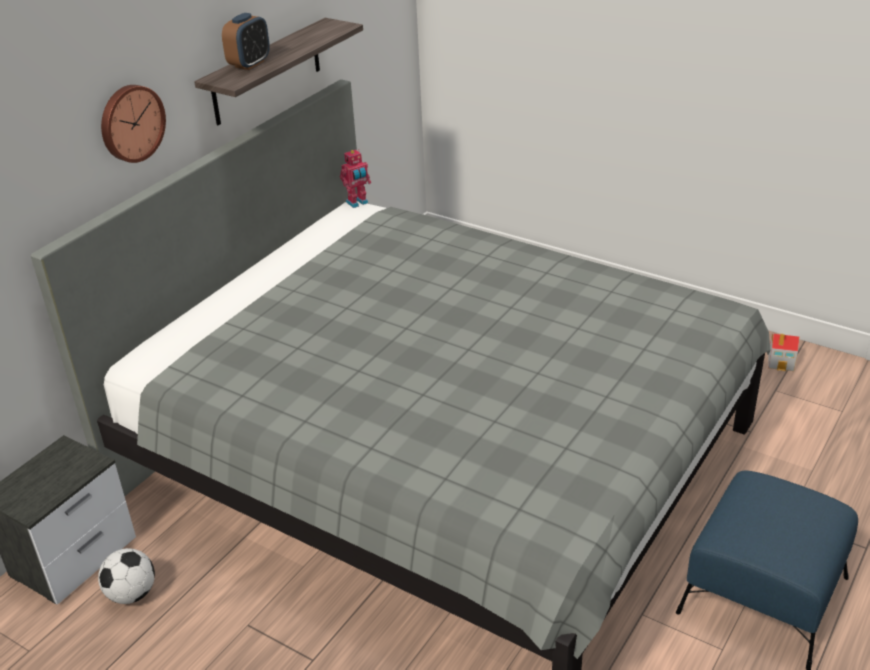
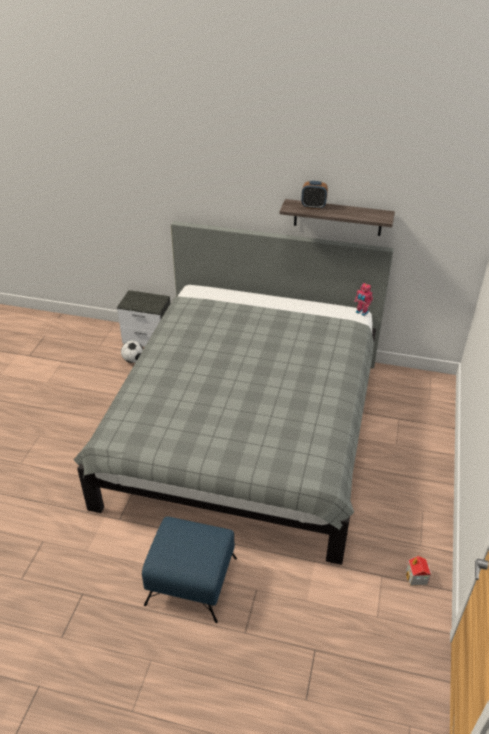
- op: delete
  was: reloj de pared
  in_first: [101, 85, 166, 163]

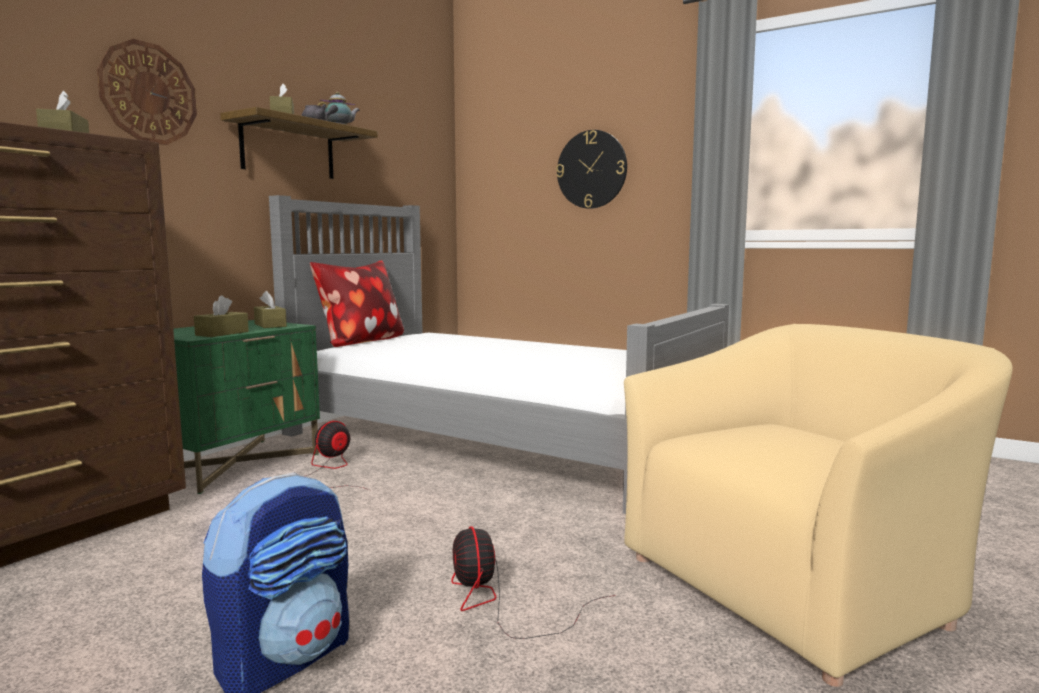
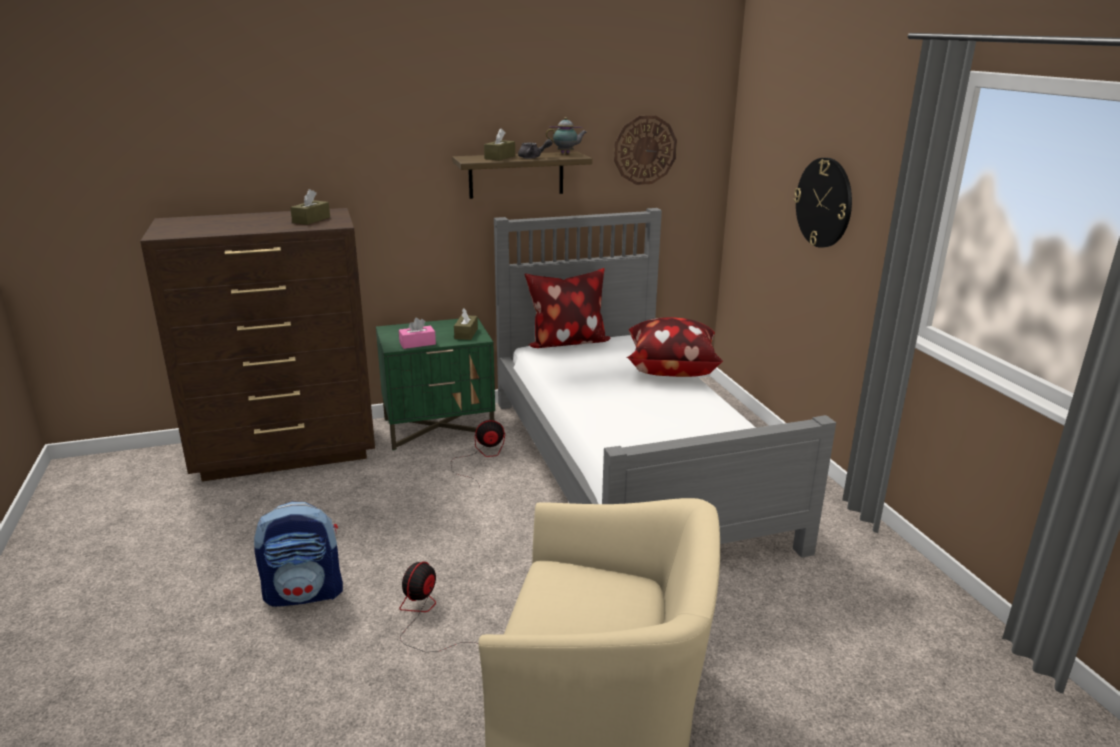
- op: insert
  now: cojín
  in_second: [626, 317, 723, 377]
- op: move
  was: reloj de pared
  in_first: [97, 39, 197, 145]
  in_second: [614, 115, 677, 185]
- op: recolor
  was: caja de pañuelos (marrón)
  now: caja de pañuelos (rosa)
  in_first: [194, 295, 249, 337]
  in_second: [399, 318, 436, 349]

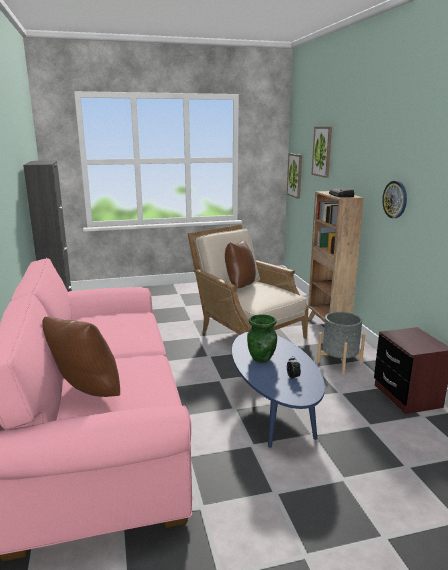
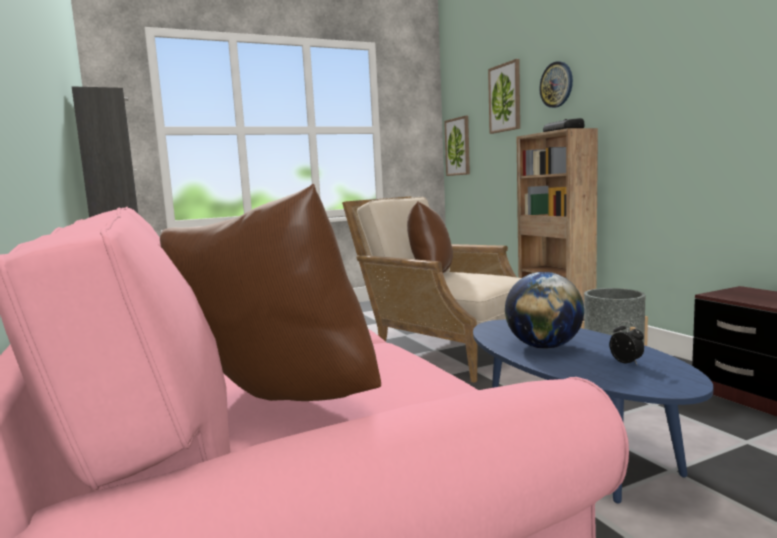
- op: move
  was: reloj de pared
  in_first: [382, 181, 407, 218]
  in_second: [539, 62, 573, 108]
- op: replace
  was: florero (verde)
  now: globo terráqueo
  in_first: [247, 314, 277, 363]
  in_second: [505, 272, 584, 349]

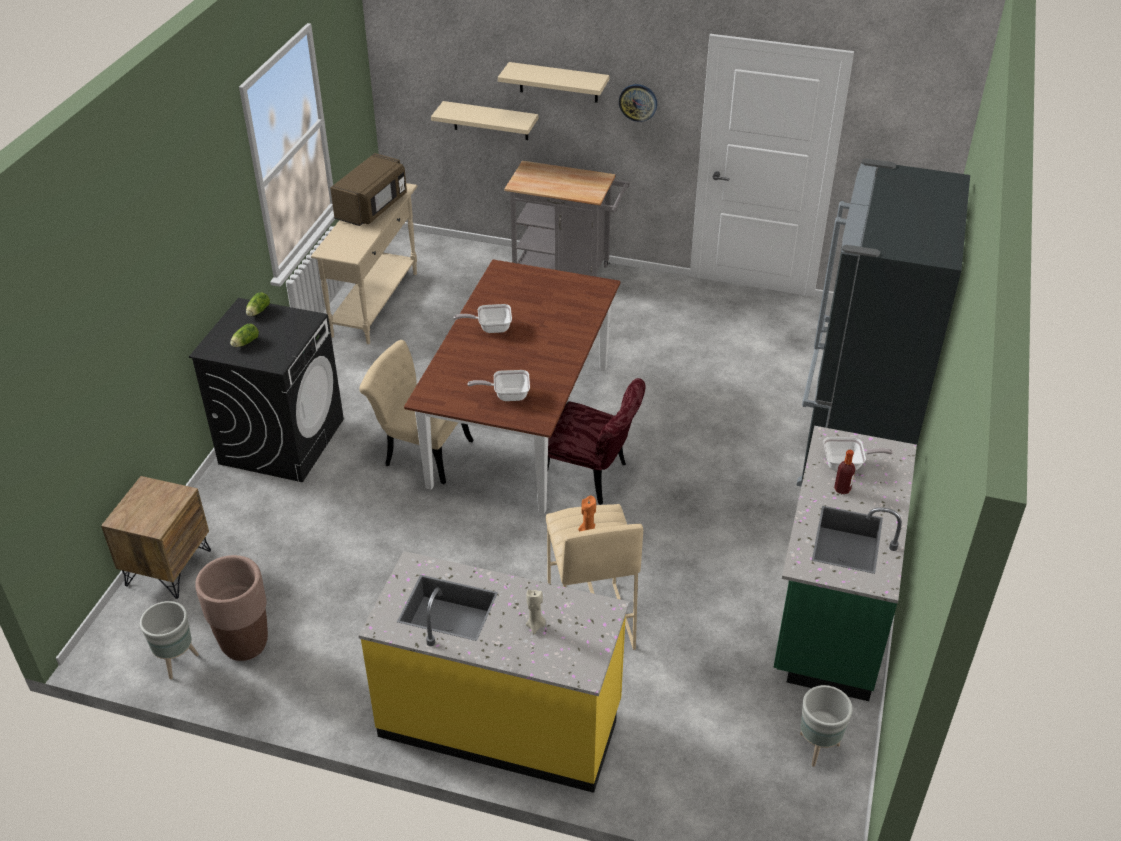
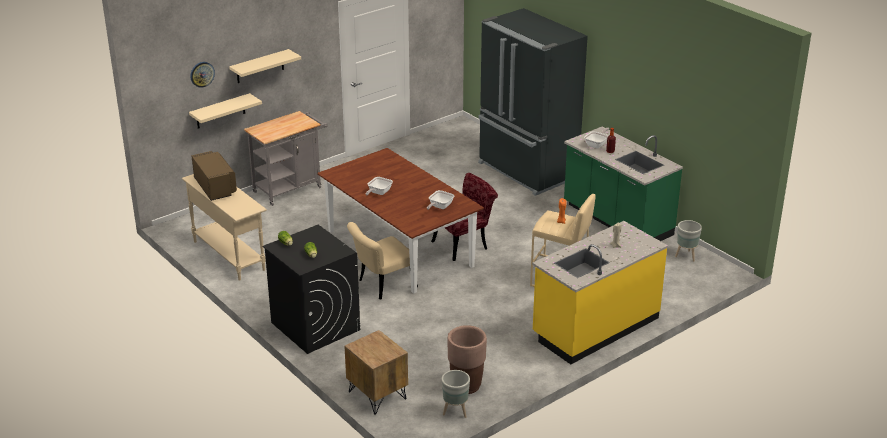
- op: move
  was: reloj de pared
  in_first: [619, 84, 657, 122]
  in_second: [190, 62, 215, 88]

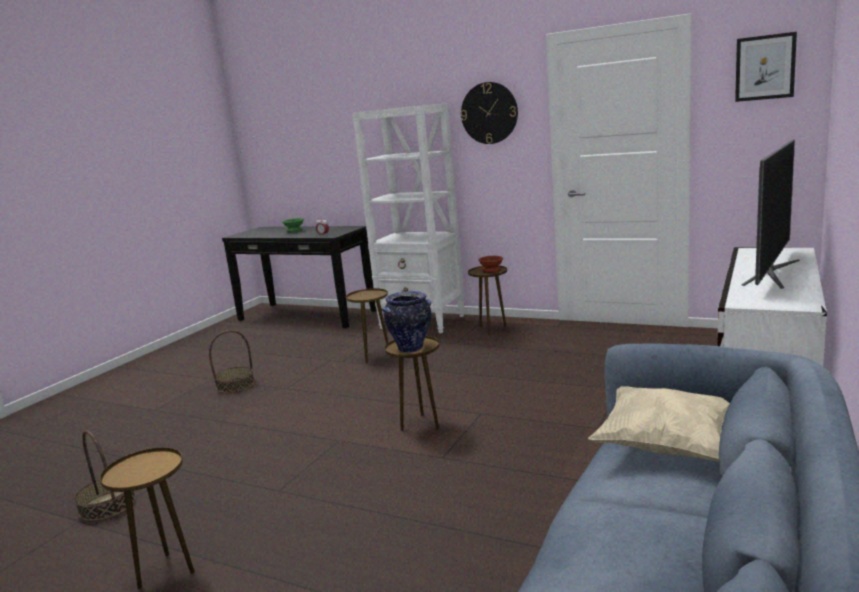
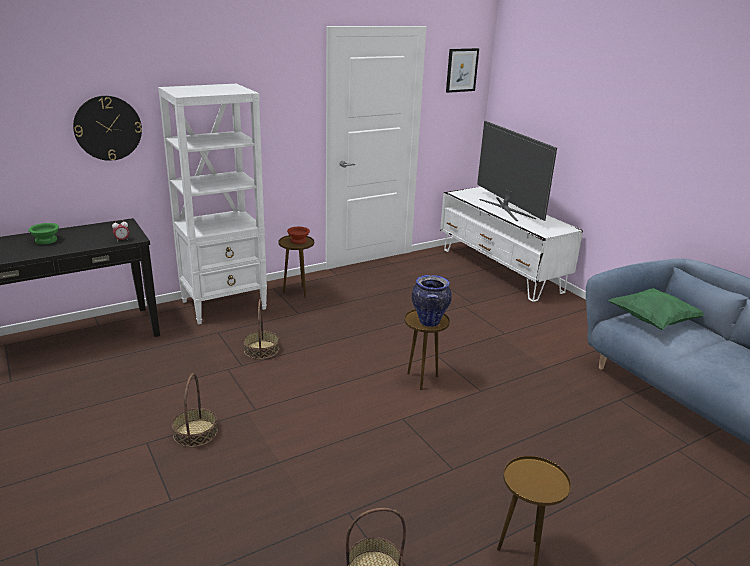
- op: move
  was: reloj de pared
  in_first: [461, 82, 518, 144]
  in_second: [73, 96, 142, 161]
- op: replace
  was: mesa auxiliar (marrón)
  now: cesta
  in_first: [346, 288, 390, 363]
  in_second: [243, 299, 279, 359]
- op: recolor
  was: cojín (beis)
  now: cojín (verde)
  in_first: [588, 386, 730, 462]
  in_second: [609, 288, 704, 330]

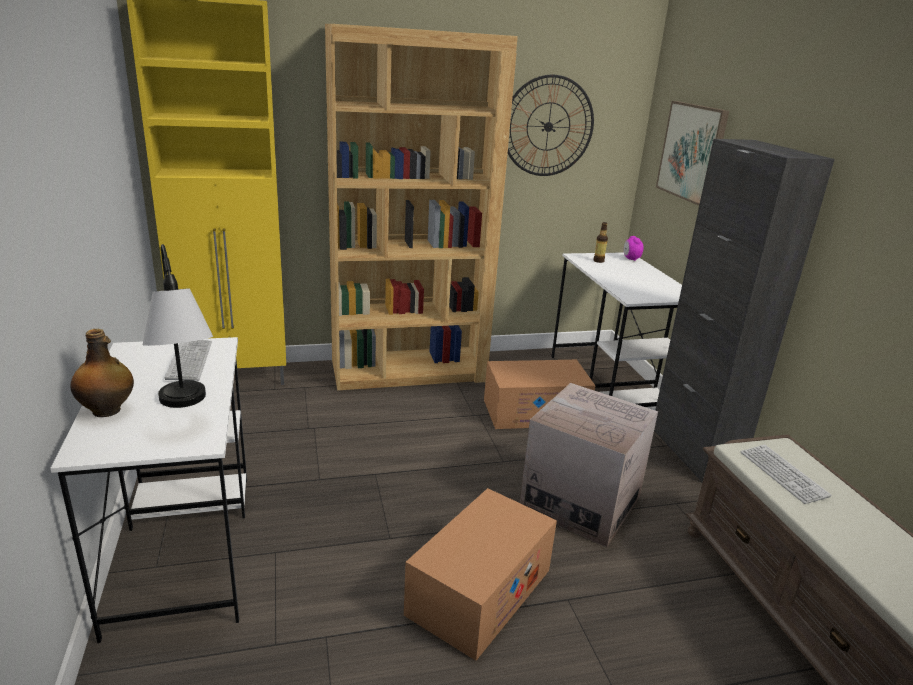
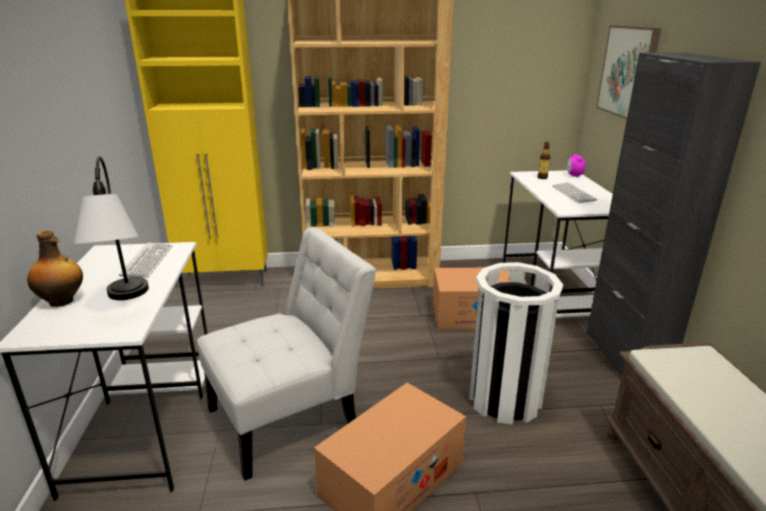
- op: delete
  was: reloj de pared
  in_first: [508, 75, 594, 176]
- op: insert
  now: silla (blanco)
  in_second: [197, 228, 376, 480]
- op: move
  was: teclado
  in_first: [741, 444, 831, 504]
  in_second: [552, 182, 597, 203]
- op: replace
  was: caja de cartón
  now: papelera (blanco)
  in_first: [520, 383, 658, 547]
  in_second: [469, 262, 563, 425]

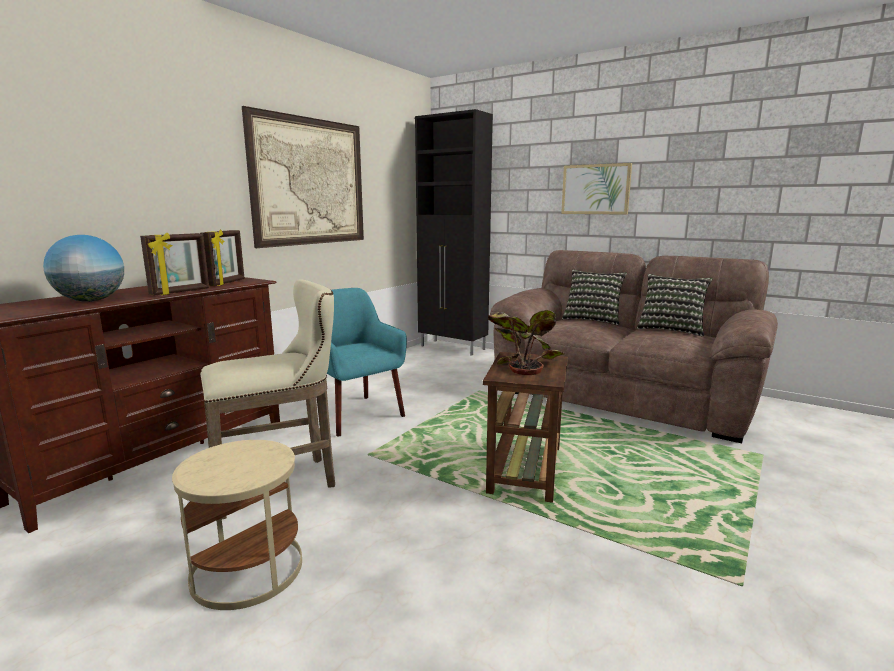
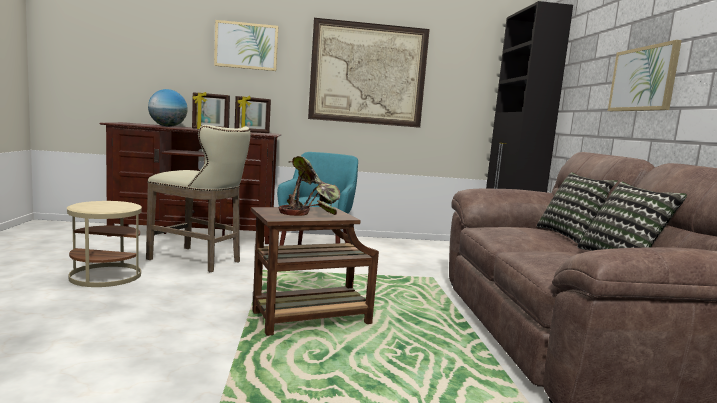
- op: insert
  now: cuadro
  in_second: [214, 20, 278, 71]

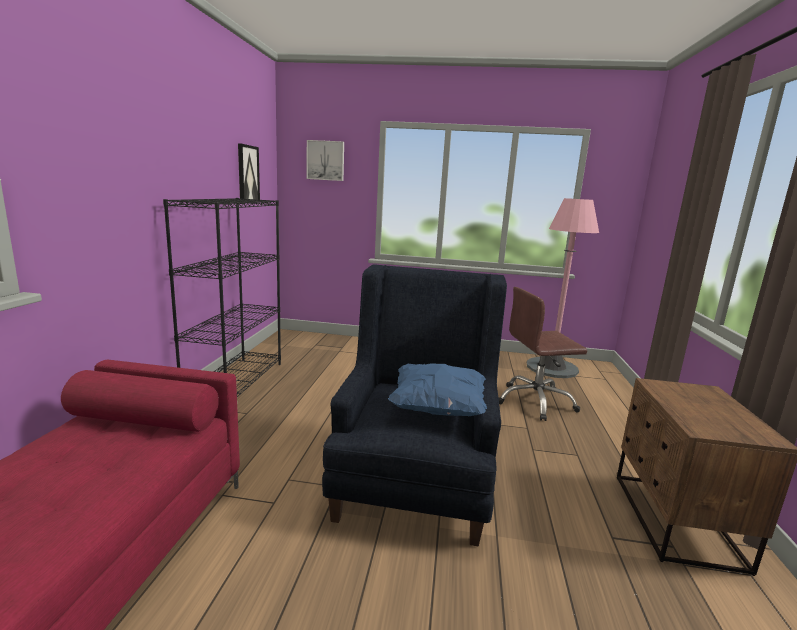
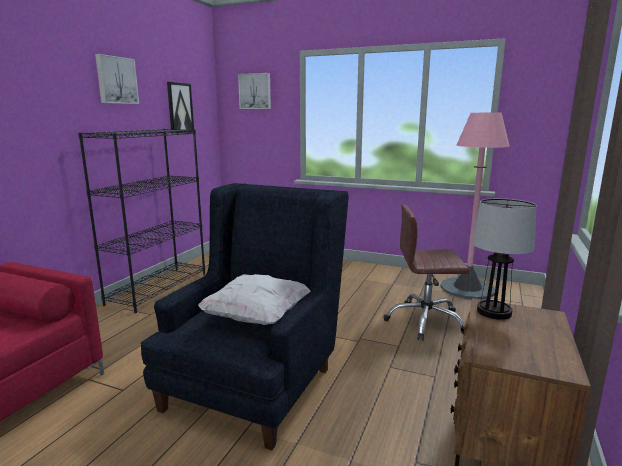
- op: insert
  now: cuadro
  in_second: [95, 54, 139, 104]
- op: insert
  now: lámpara de mesa
  in_second: [472, 198, 537, 320]
- op: recolor
  was: cojín (azul)
  now: cojín (blanco)
  in_first: [388, 363, 487, 417]
  in_second: [198, 274, 310, 325]

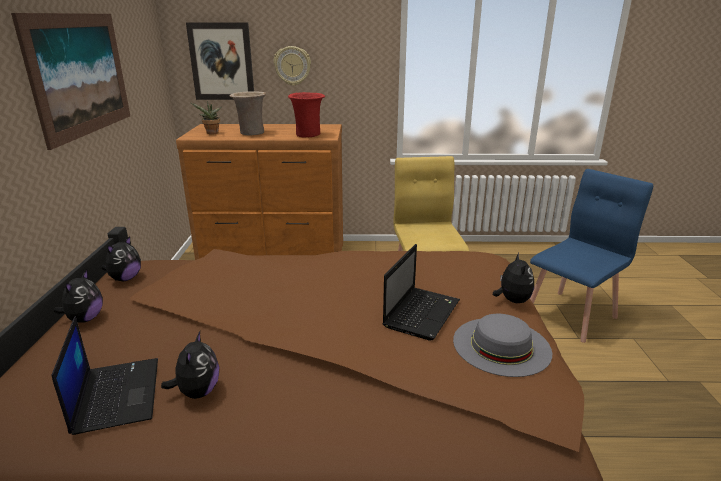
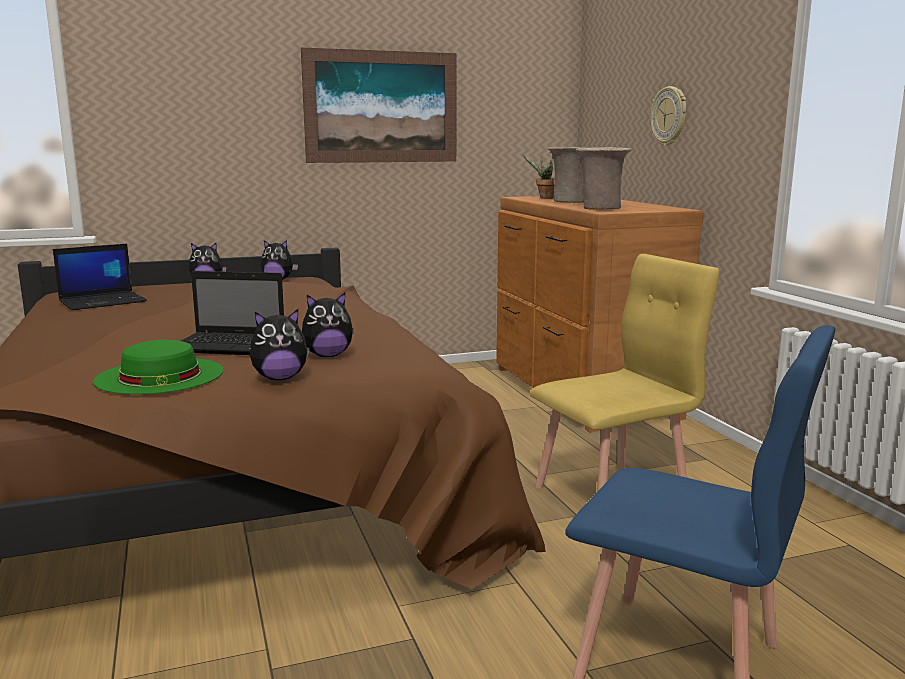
- op: delete
  was: cuadro
  in_first: [186, 22, 254, 100]
- op: move
  was: peluche
  in_first: [161, 331, 219, 399]
  in_second: [302, 293, 354, 357]
- op: recolor
  was: florero (rojo)
  now: florero (beis)
  in_first: [288, 92, 325, 138]
  in_second: [575, 147, 632, 210]
- op: recolor
  was: sombrero (gris)
  now: sombrero (verde)
  in_first: [453, 314, 552, 377]
  in_second: [93, 340, 224, 395]

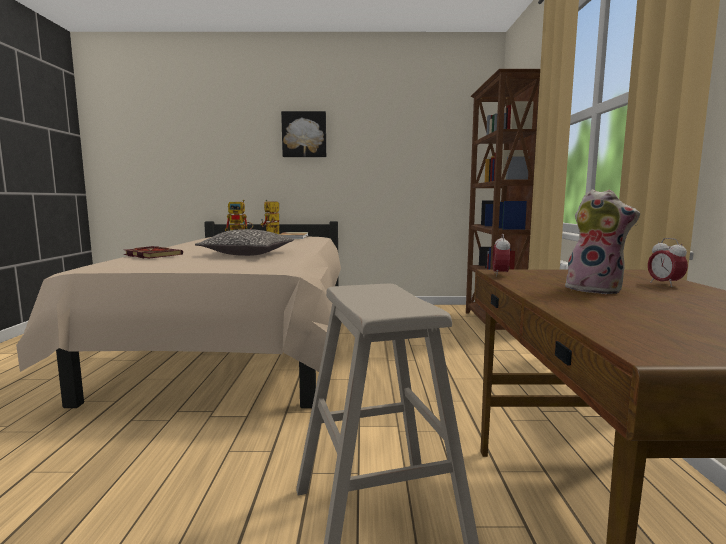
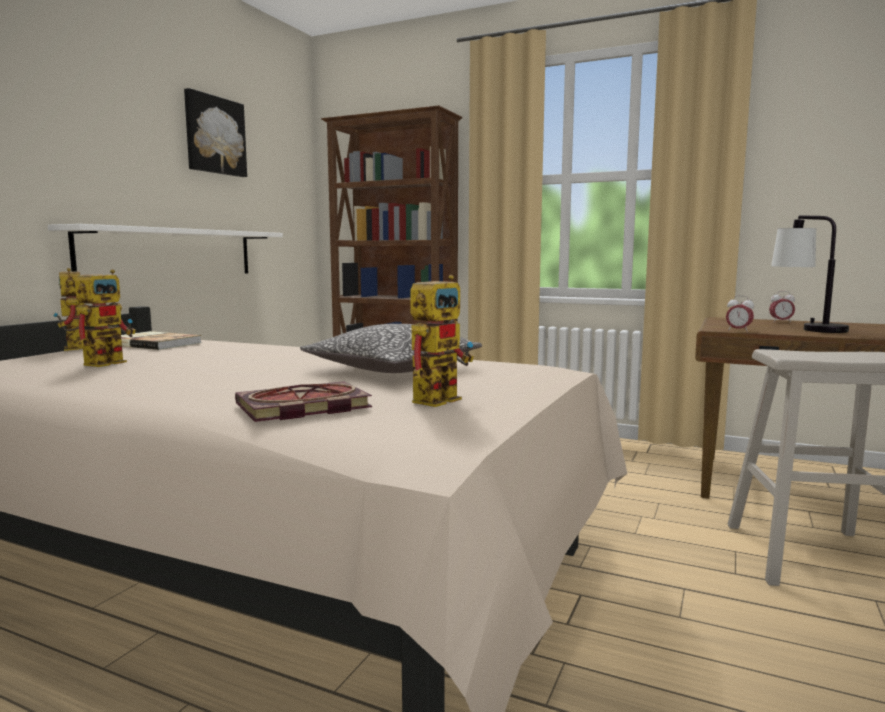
- op: insert
  now: estante (blanco)
  in_second: [48, 224, 283, 273]
- op: insert
  now: robot de juguete
  in_second: [410, 275, 474, 407]
- op: move
  was: cuadro
  in_first: [281, 111, 326, 157]
  in_second: [184, 88, 247, 177]
- op: replace
  was: peluche
  now: lámpara de mesa
  in_first: [563, 189, 640, 294]
  in_second: [771, 216, 849, 333]

